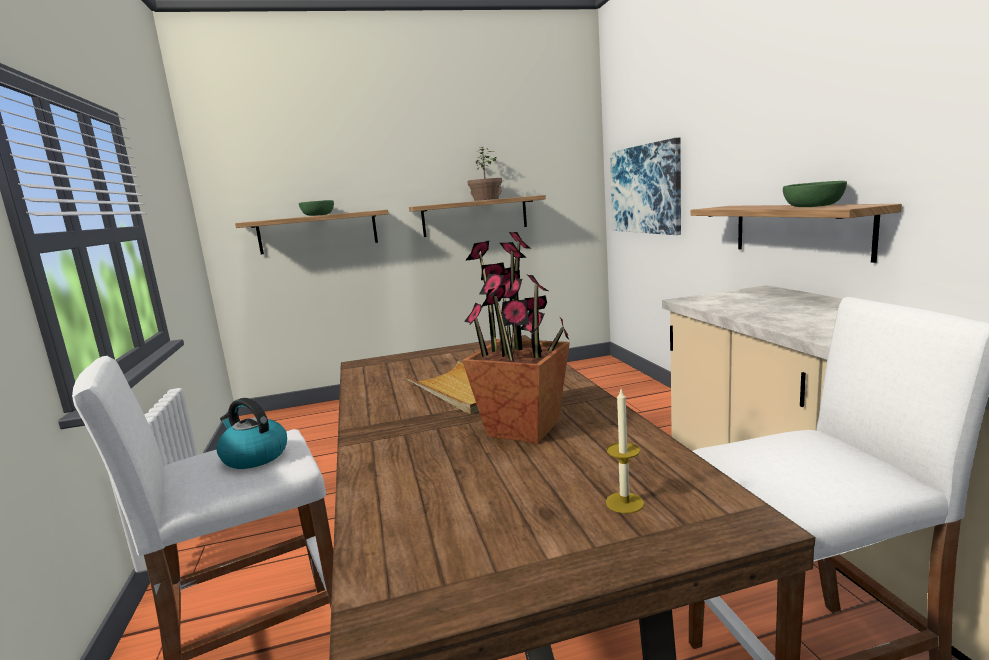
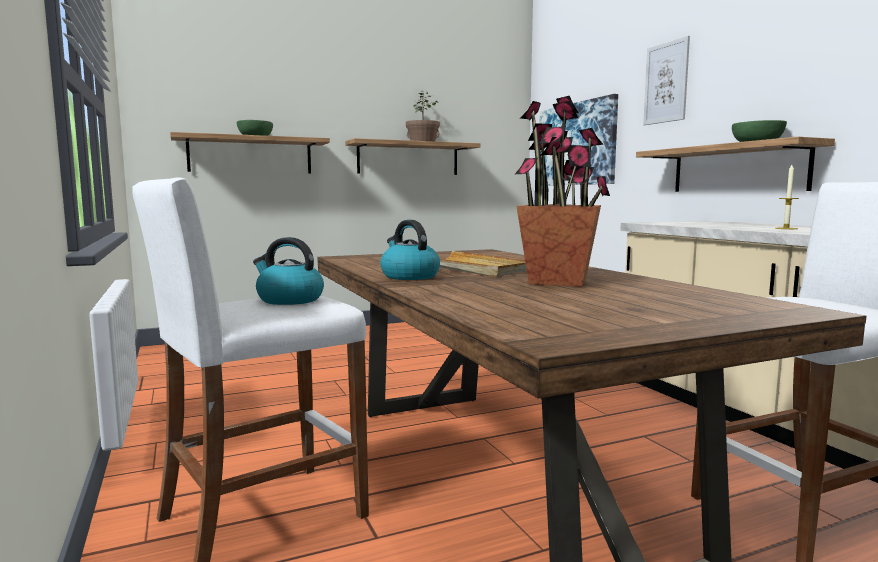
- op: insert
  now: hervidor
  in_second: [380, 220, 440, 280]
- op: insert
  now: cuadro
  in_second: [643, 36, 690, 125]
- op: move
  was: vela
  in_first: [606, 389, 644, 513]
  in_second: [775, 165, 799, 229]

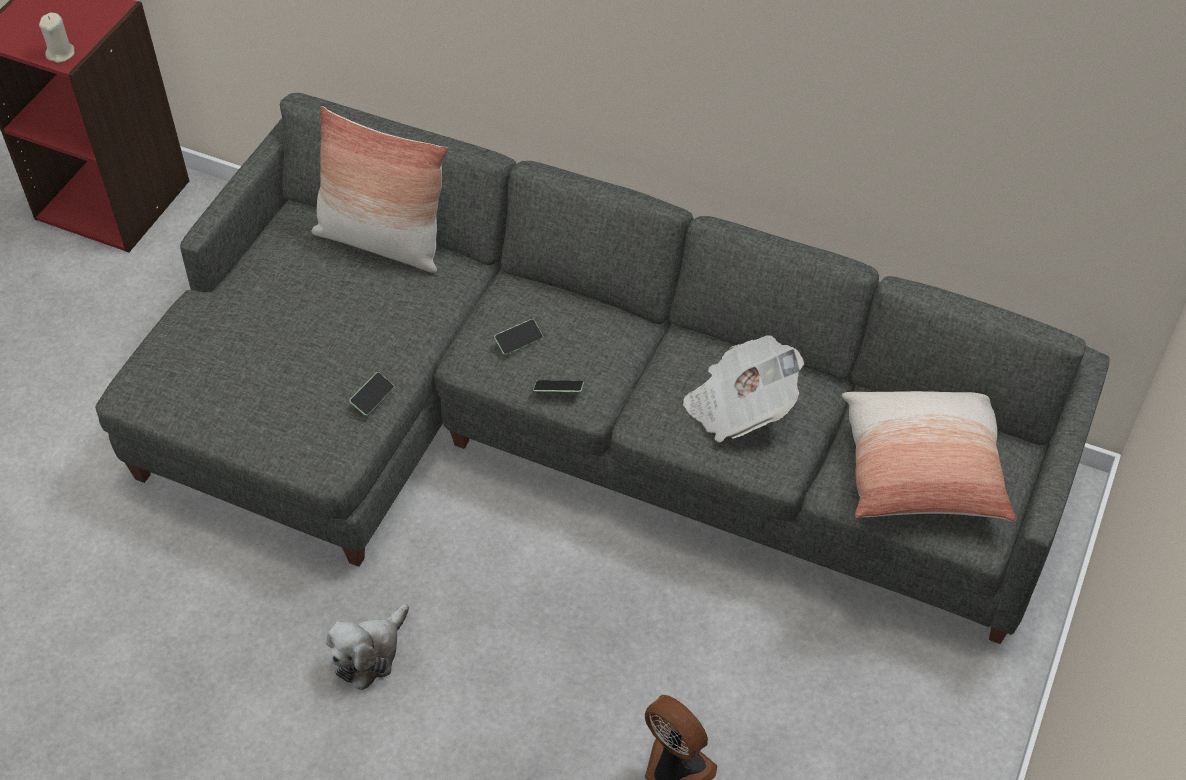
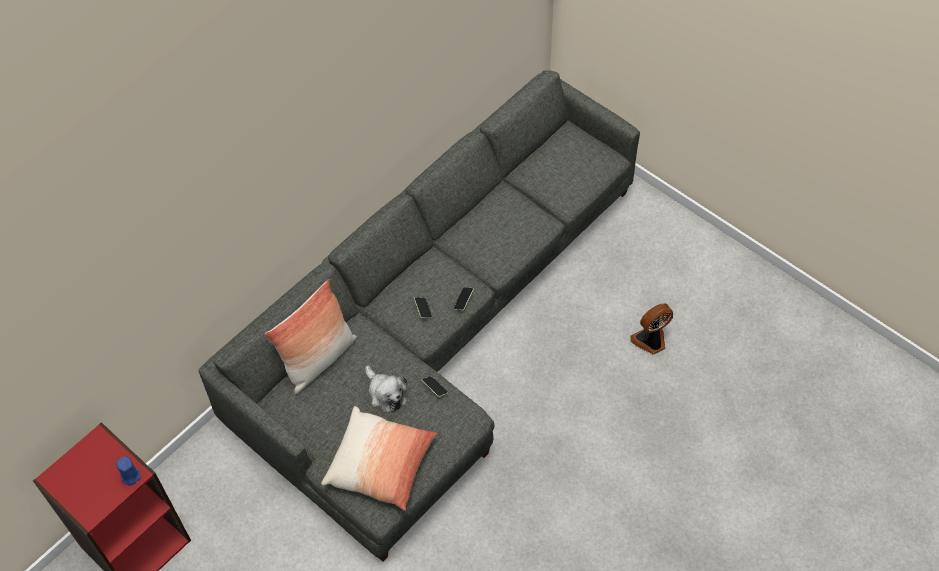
- op: delete
  was: periódico
  in_first: [683, 335, 804, 442]
- op: move
  was: peluche
  in_first: [326, 604, 409, 690]
  in_second: [365, 365, 407, 413]
- op: move
  was: cojín
  in_first: [842, 391, 1016, 522]
  in_second: [321, 406, 438, 511]
- op: recolor
  was: vela (beis)
  now: vela (azul)
  in_first: [39, 12, 74, 63]
  in_second: [116, 457, 141, 486]

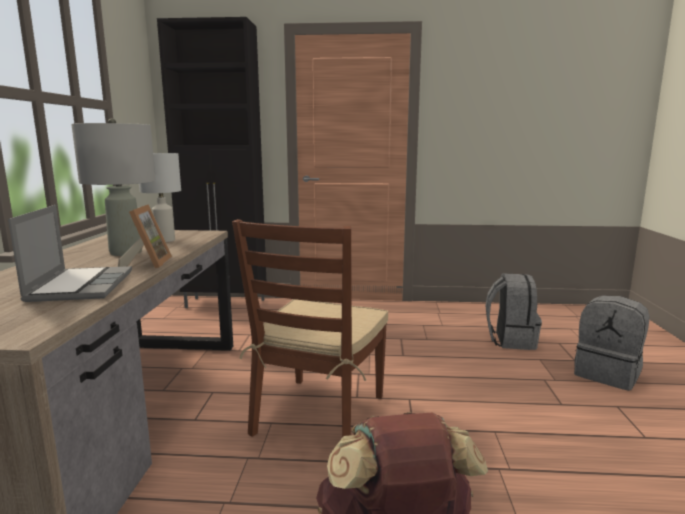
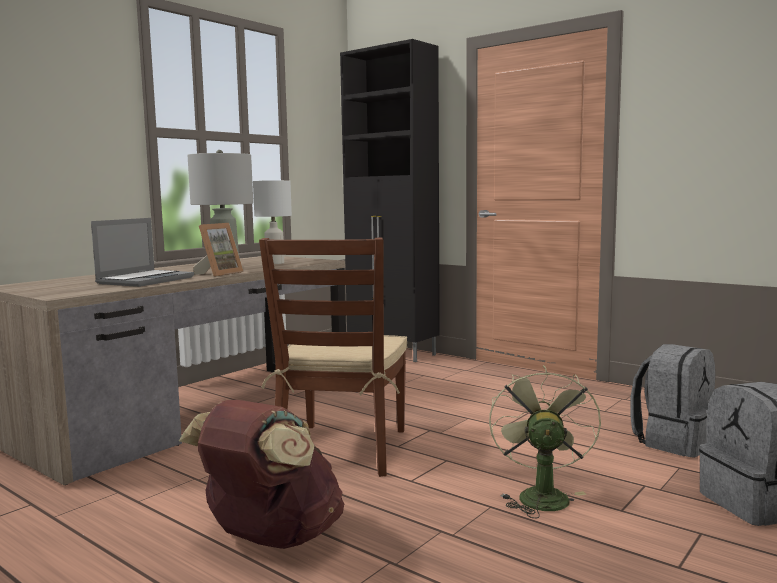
- op: insert
  now: ventilador (verde)
  in_second: [489, 365, 601, 519]
- op: rotate
  was: silla (marrón)
  in_first: [232, 219, 389, 438]
  in_second: [259, 238, 407, 477]
  clockwise: -45

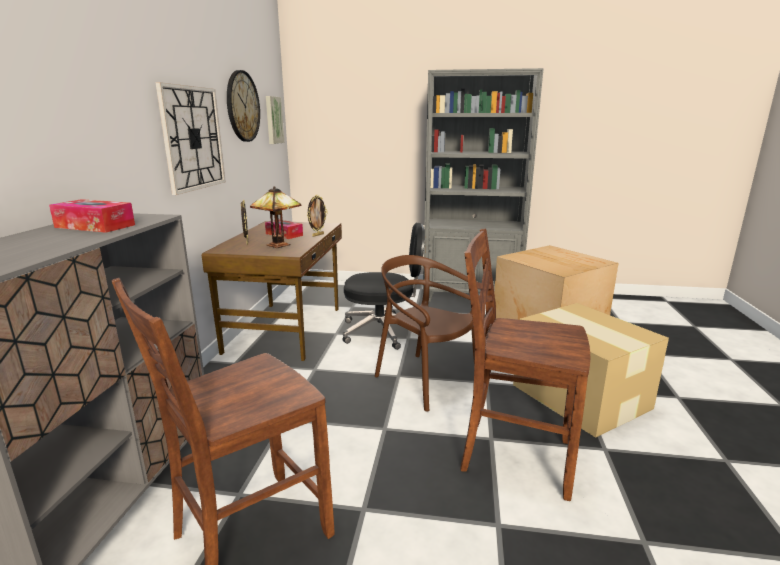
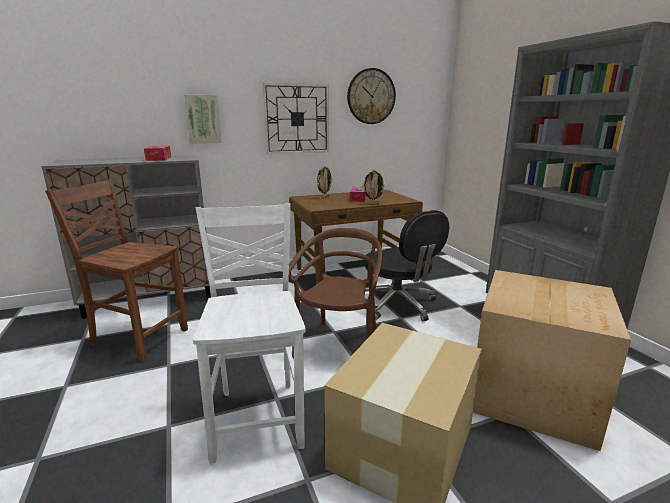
- op: delete
  was: lámpara de mesa
  in_first: [250, 186, 302, 248]
- op: move
  was: cuadro
  in_first: [266, 96, 284, 144]
  in_second: [184, 95, 222, 144]
- op: recolor
  was: silla (marrón)
  now: silla (blanco)
  in_first: [460, 229, 590, 501]
  in_second: [193, 203, 306, 463]

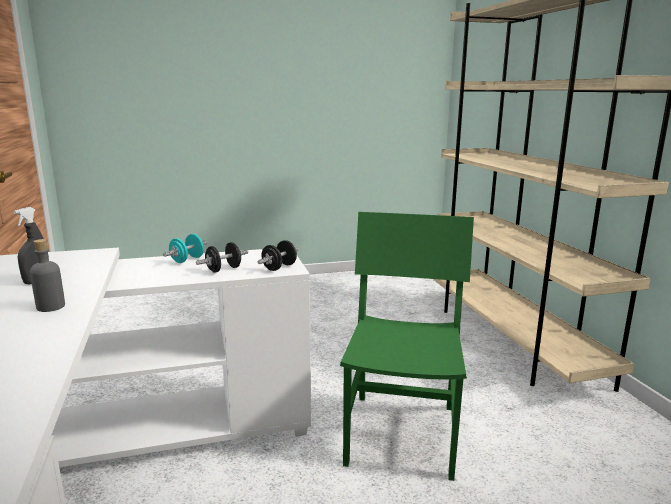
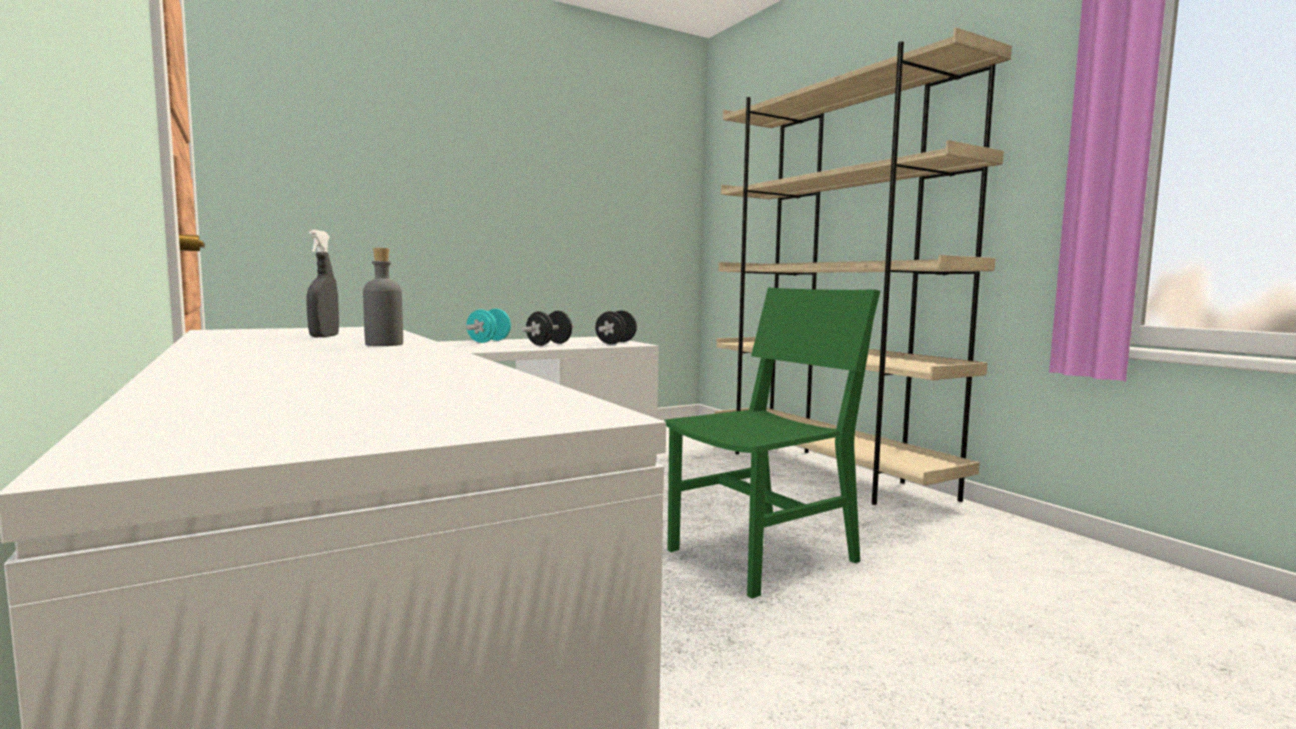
- op: rotate
  was: silla (verde)
  in_first: [340, 212, 474, 481]
  in_second: [664, 287, 880, 598]
  clockwise: 60

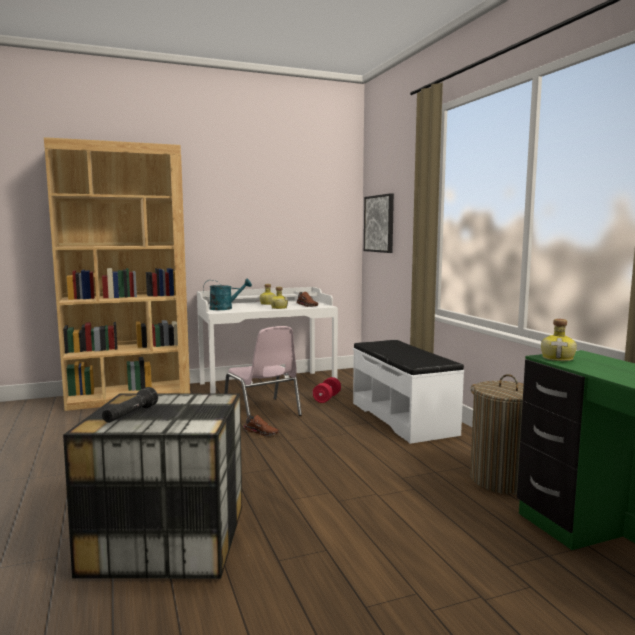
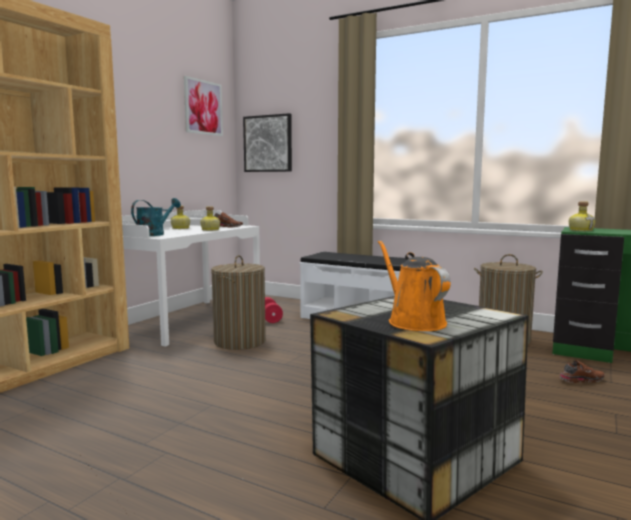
- op: insert
  now: cuadro
  in_second: [184, 76, 223, 136]
- op: move
  was: zapato (marrón)
  in_first: [243, 415, 279, 436]
  in_second: [559, 360, 605, 383]
- op: replace
  was: linterna (negro)
  now: regadera (naranja)
  in_first: [102, 387, 158, 423]
  in_second: [378, 240, 451, 331]
- op: replace
  was: silla (rosa)
  now: cesto de la ropa
  in_first: [224, 326, 302, 417]
  in_second: [211, 255, 266, 350]

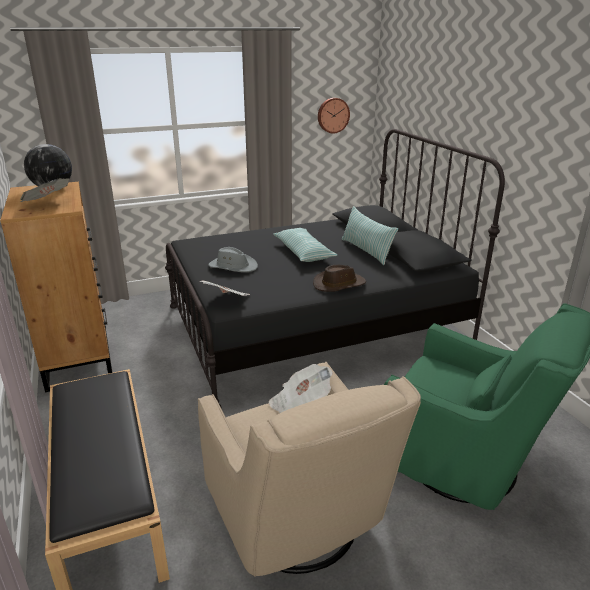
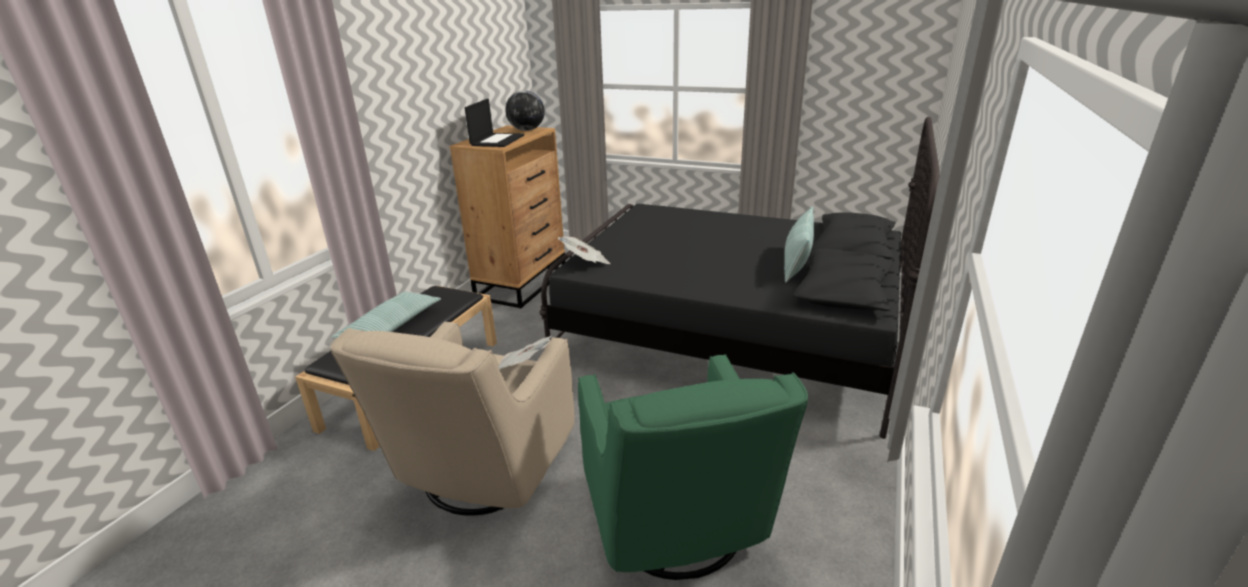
- op: delete
  was: sombrero (gris)
  in_first: [208, 247, 258, 272]
- op: delete
  was: sombrero (marrón)
  in_first: [313, 265, 366, 292]
- op: delete
  was: reloj de pared
  in_first: [318, 98, 350, 133]
- op: move
  was: cojín
  in_first: [273, 228, 337, 262]
  in_second: [331, 291, 441, 339]
- op: replace
  was: periódico
  now: portátil
  in_first: [20, 178, 69, 202]
  in_second: [465, 99, 524, 147]

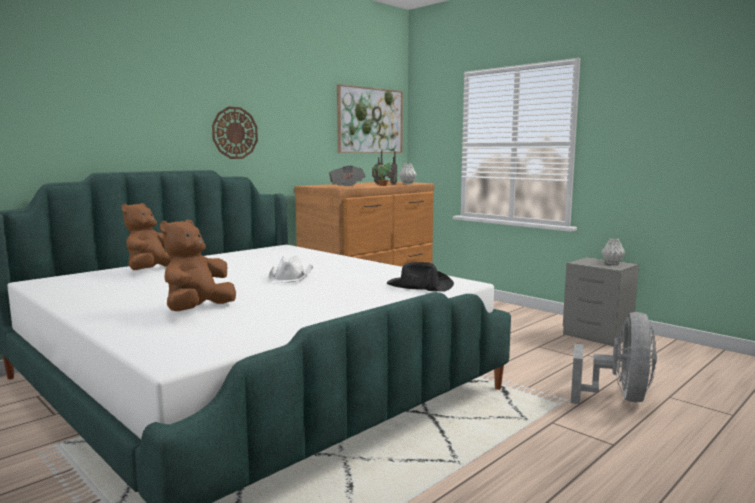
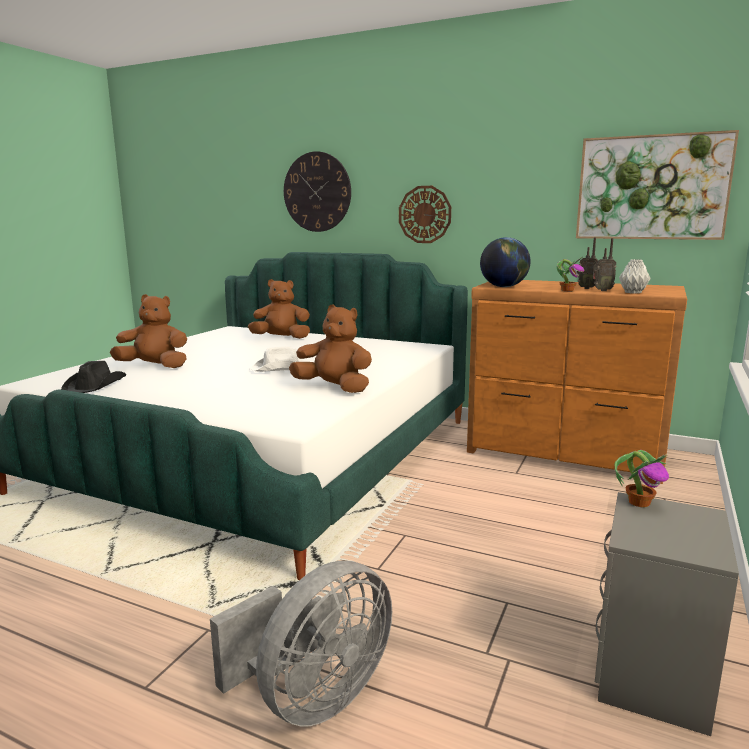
- op: delete
  was: florero (gris)
  in_first: [602, 238, 625, 264]
- op: insert
  now: reloj de pared
  in_second: [284, 151, 351, 232]
- op: insert
  now: peluche (marrón)
  in_second: [289, 304, 372, 393]
- op: insert
  now: planta en maceta
  in_second: [614, 450, 669, 507]
- op: move
  was: sombrero (negro)
  in_first: [387, 262, 454, 292]
  in_second: [61, 361, 126, 393]
- op: replace
  was: periódico
  now: globo terráqueo
  in_first: [329, 166, 366, 186]
  in_second: [480, 237, 531, 287]
- op: rotate
  was: ventilador (gris)
  in_first: [571, 312, 657, 404]
  in_second: [210, 561, 392, 727]
  clockwise: -45

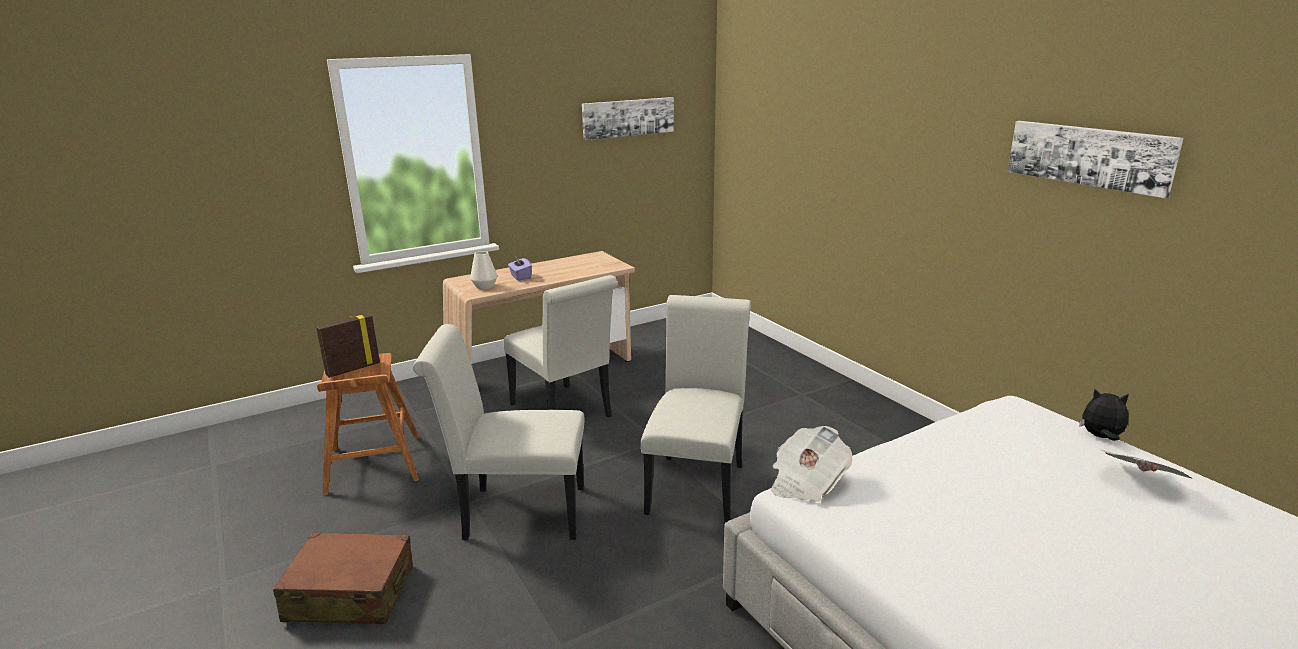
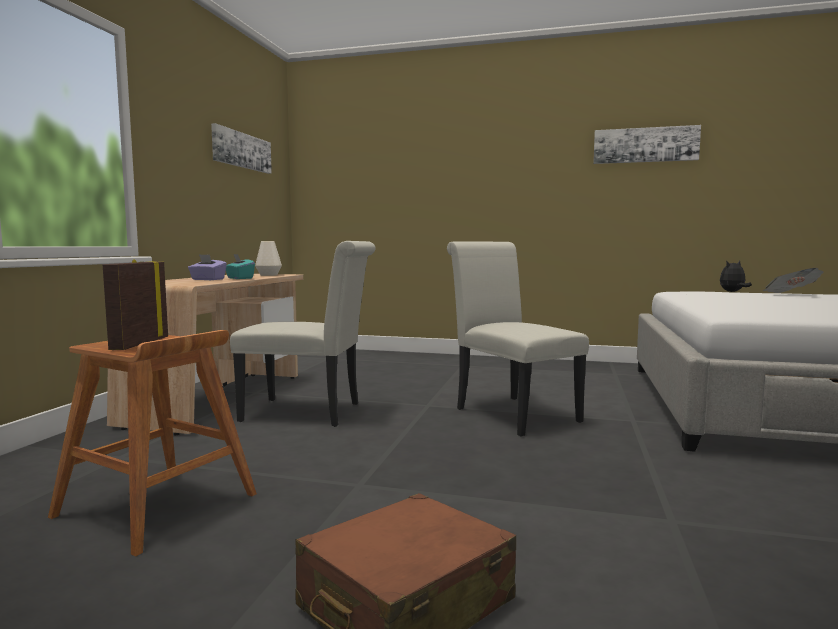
- op: delete
  was: silla (blanco)
  in_first: [413, 324, 585, 541]
- op: delete
  was: periódico
  in_first: [771, 426, 852, 502]
- op: insert
  now: caja de pañuelos (turquesa)
  in_second: [226, 254, 255, 279]
- op: move
  was: florero (blanco)
  in_first: [470, 251, 497, 289]
  in_second: [255, 241, 282, 276]

